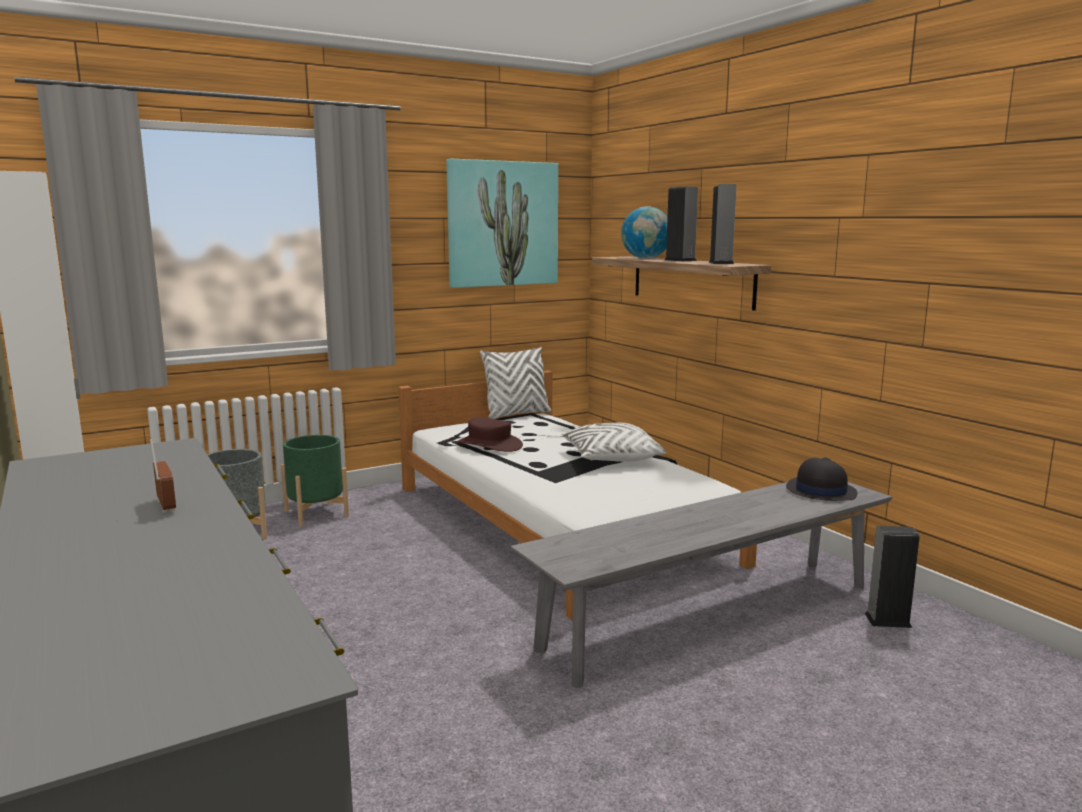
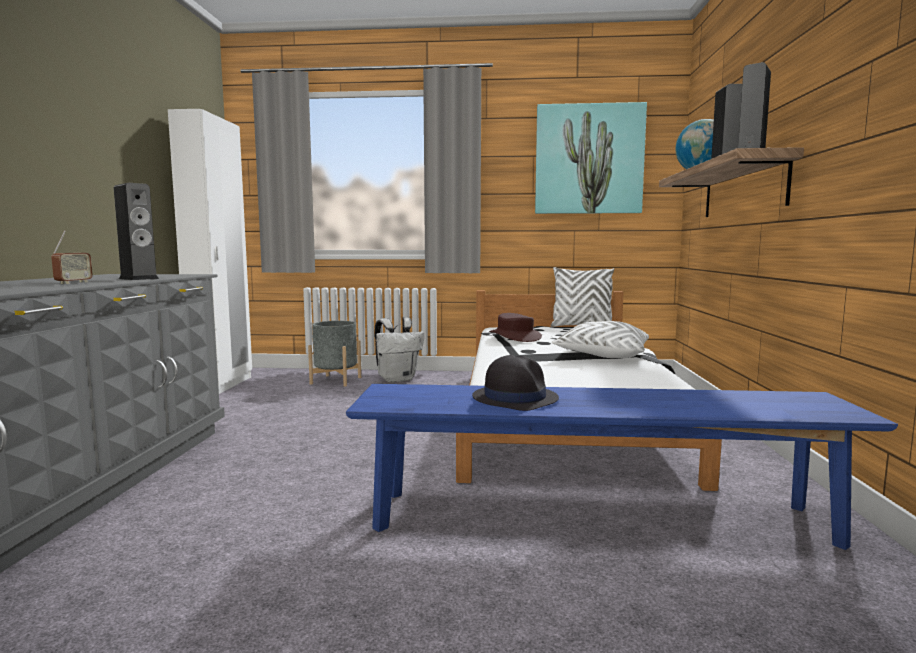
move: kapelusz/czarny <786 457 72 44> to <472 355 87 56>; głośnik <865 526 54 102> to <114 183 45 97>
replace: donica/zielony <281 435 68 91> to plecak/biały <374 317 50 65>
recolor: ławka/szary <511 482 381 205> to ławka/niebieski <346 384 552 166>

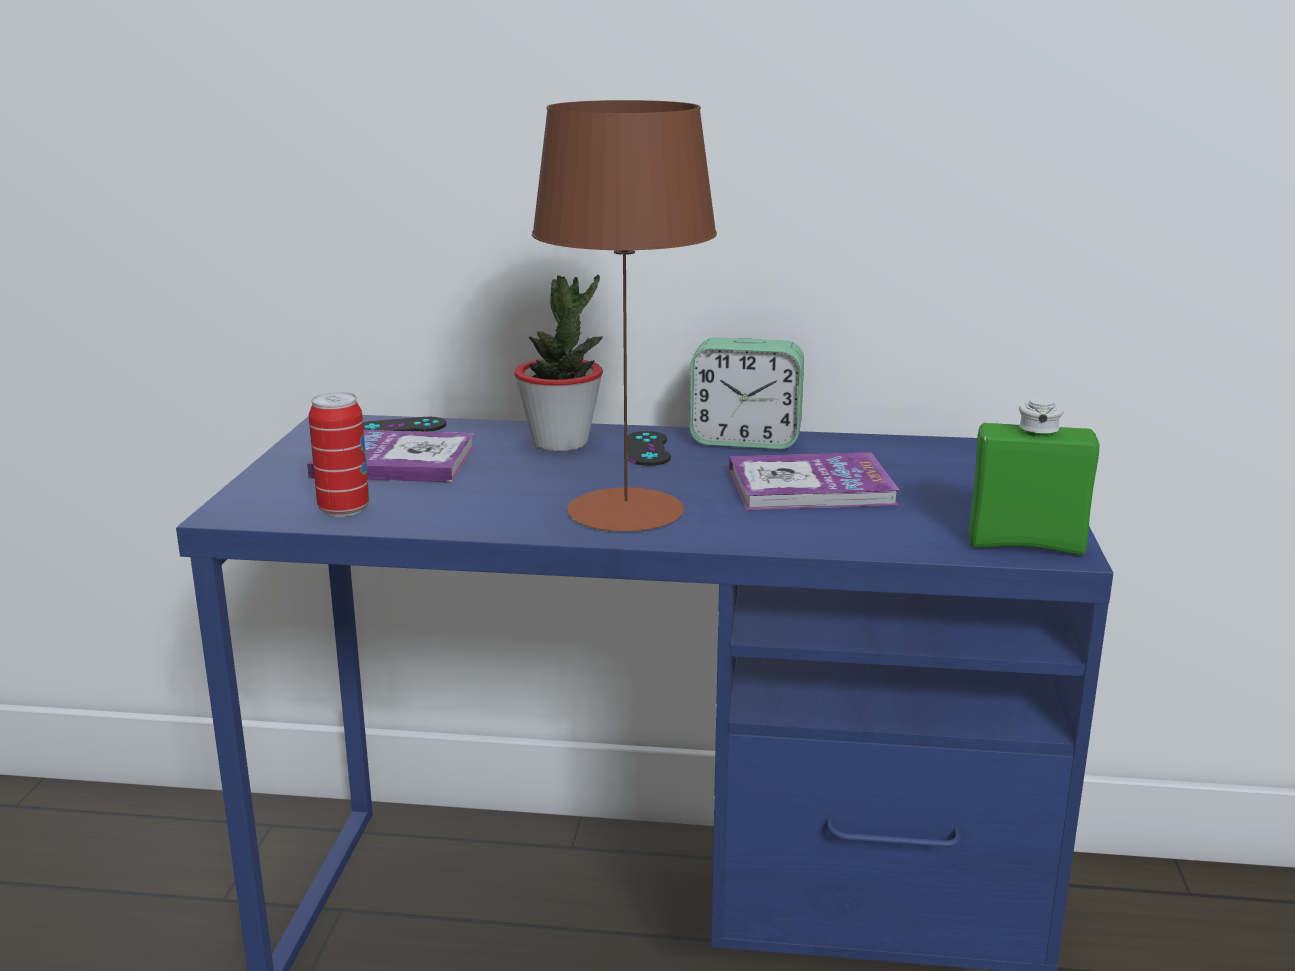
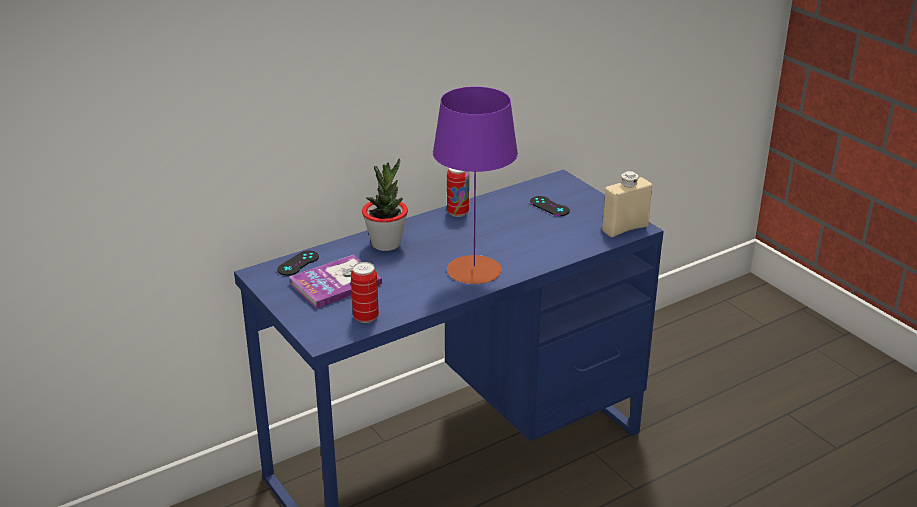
delete: książka <729 452 170 58>
move: pad do gier/czarny <627 431 44 35> to <530 196 40 20>
replace: budzik <690 338 114 111> to puszka <447 168 22 49>
recolor: lampa stołowa/brązowy <532 100 185 432> to lampa stołowa/fioletowy <433 87 85 197>; butelka/zielony <969 398 130 157> to butelka/beżowy <602 171 50 66>

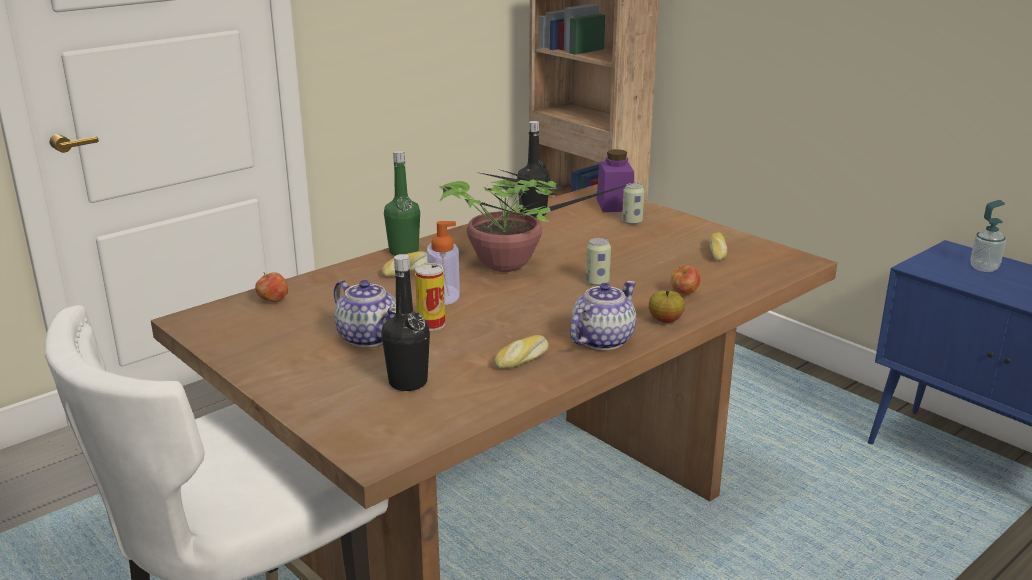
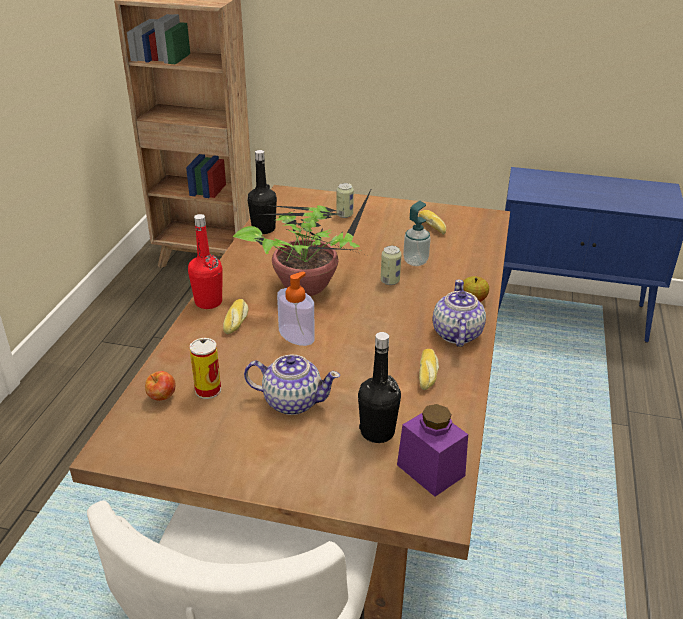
delete: jabłko <670 265 30 30>
move: słoik/fioletowy <597 149 37 63> to <397 404 71 93>; dozownik mydła <971 200 35 72> to <403 201 28 65>; puszka <415 263 30 68> to <189 338 32 61>
recolor: butelka/zielony <384 150 36 106> to butelka/czerwony <188 214 34 95>

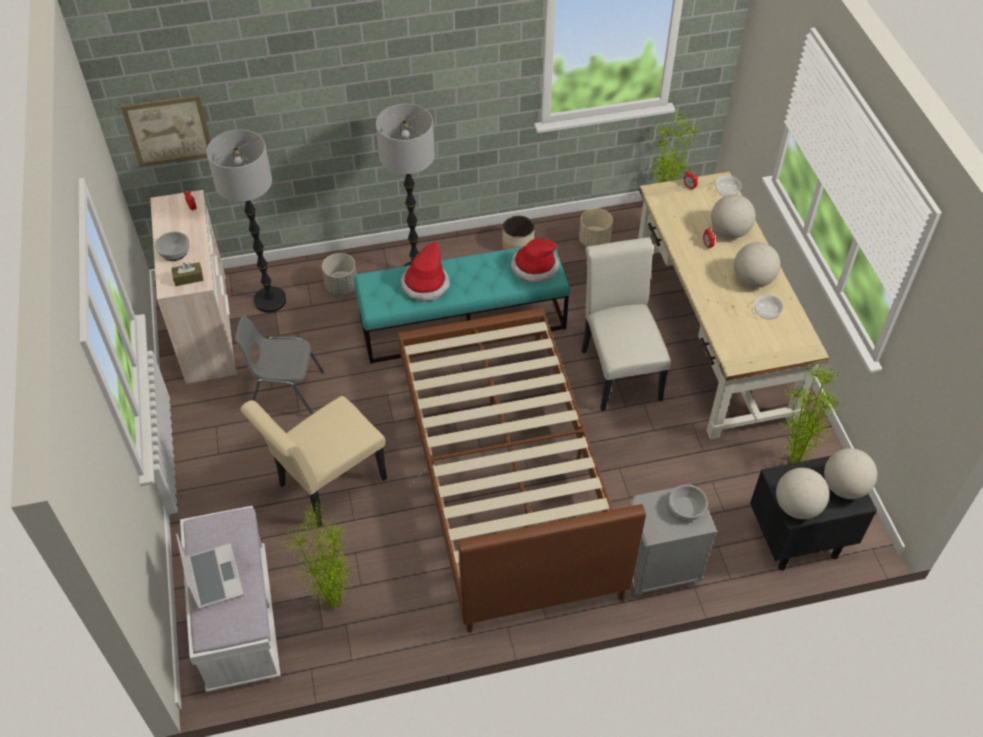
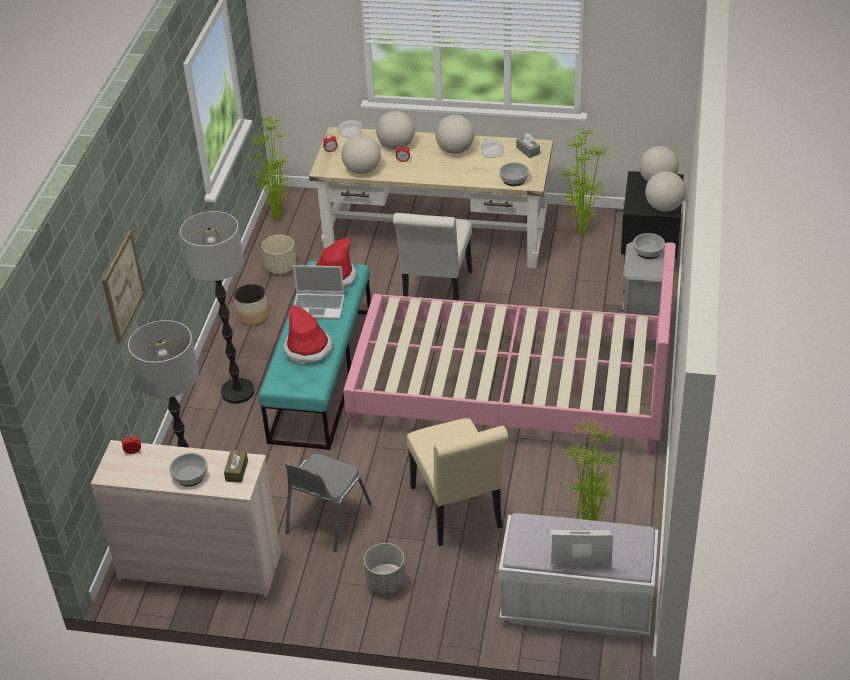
insert: pudełko chusteczek/szary <516 133 24 25>; globus <341 134 40 40>; miska <499 162 30 24>; laptop <293 265 52 55>
move: obraz <121 95 90 72> to <102 230 43 113>; donica/szary <322 253 35 42> to <364 543 42 52>
recolor: łóżko/brązowy <398 308 248 325> to łóżko/różowy <343 242 333 213>
rotate: krzesło/biały <582 237 89 174> = <393 213 79 88> 90 degrees counterclockwise

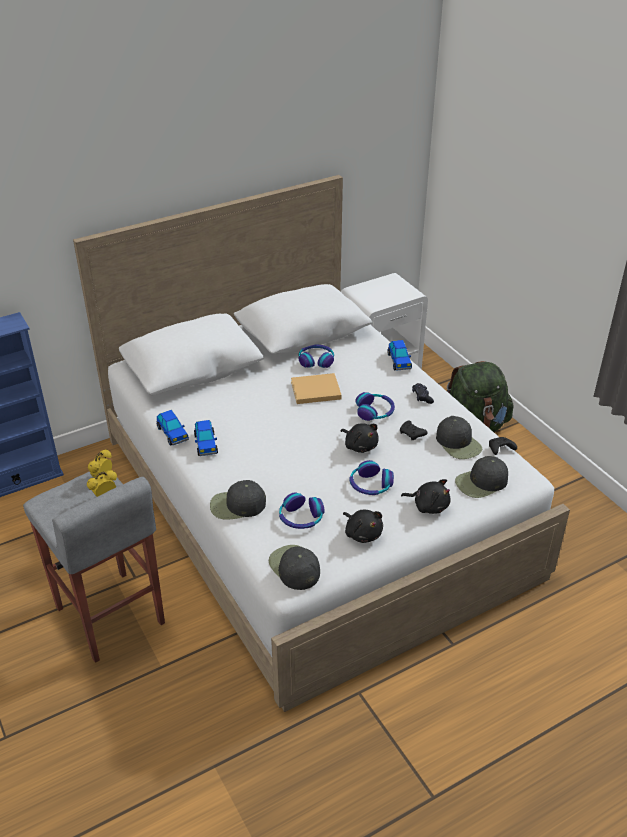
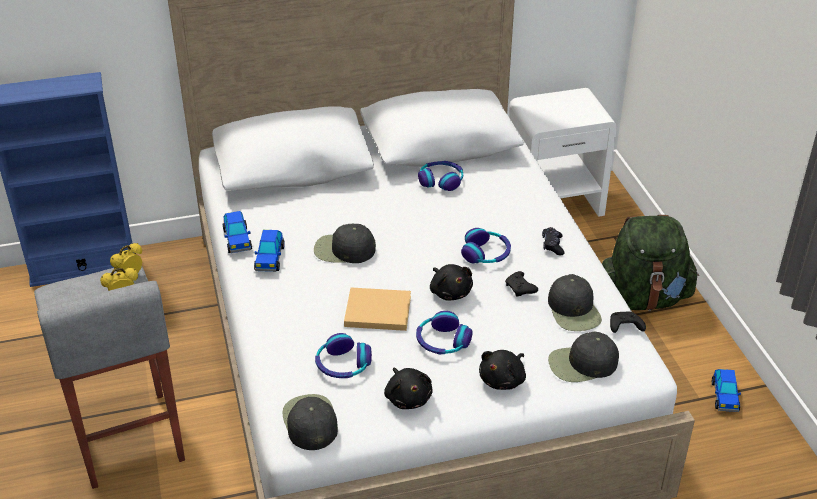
move: samochodzik <387 340 25 31> to <712 369 29 43>; książka/beżowy <291 373 51 31> to <344 288 67 43>; czapka z daszkiem/czarny <210 480 56 40> to <314 224 62 39>
rotate: pluszak/czarny <401 479 50 35> = <479 350 47 40> 90 degrees clockwise

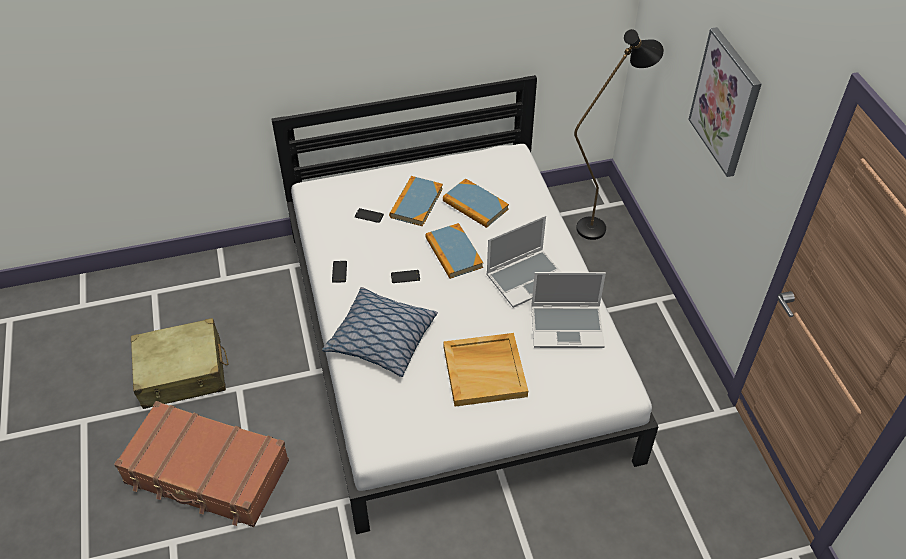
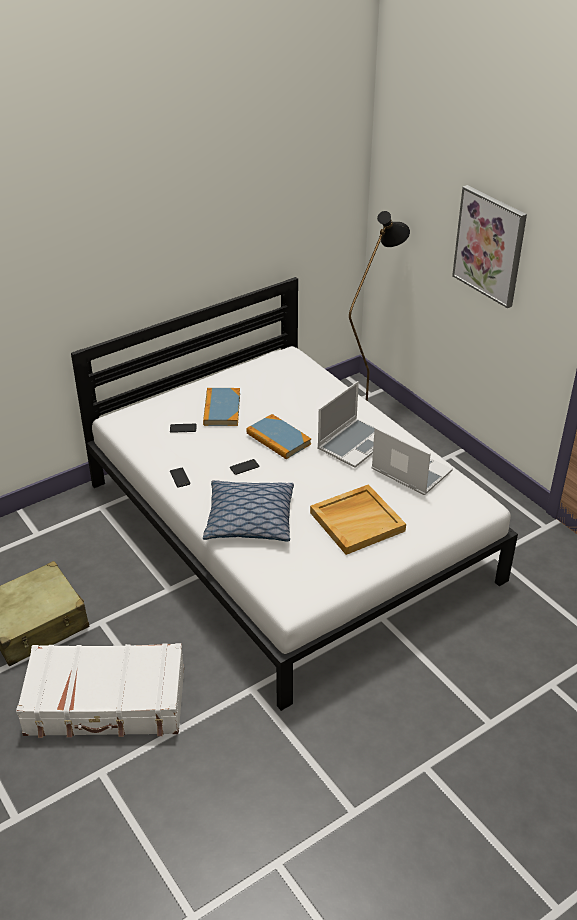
delete: książka <443 178 66 50>
recolor: walizka/brązowy <114 401 175 126> to walizka/biały <16 643 168 95>
rotate: laptop <531 272 75 76> = <371 427 82 68> 120 degrees counterclockwise

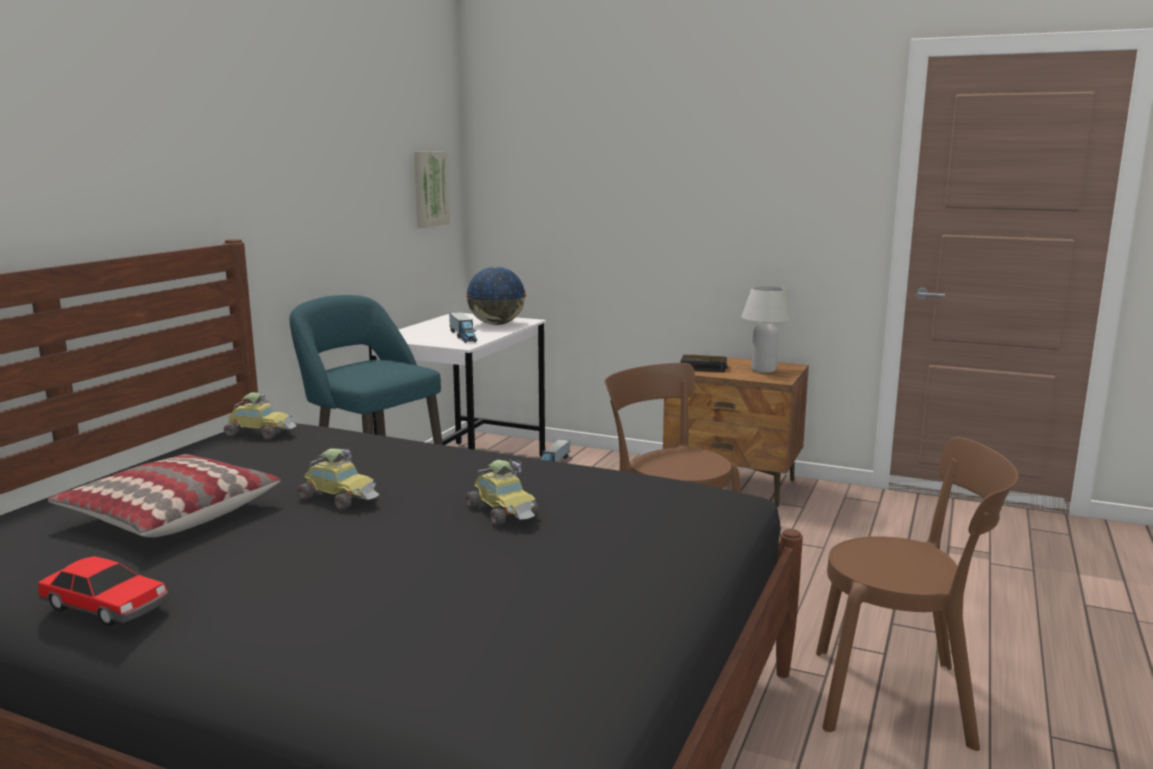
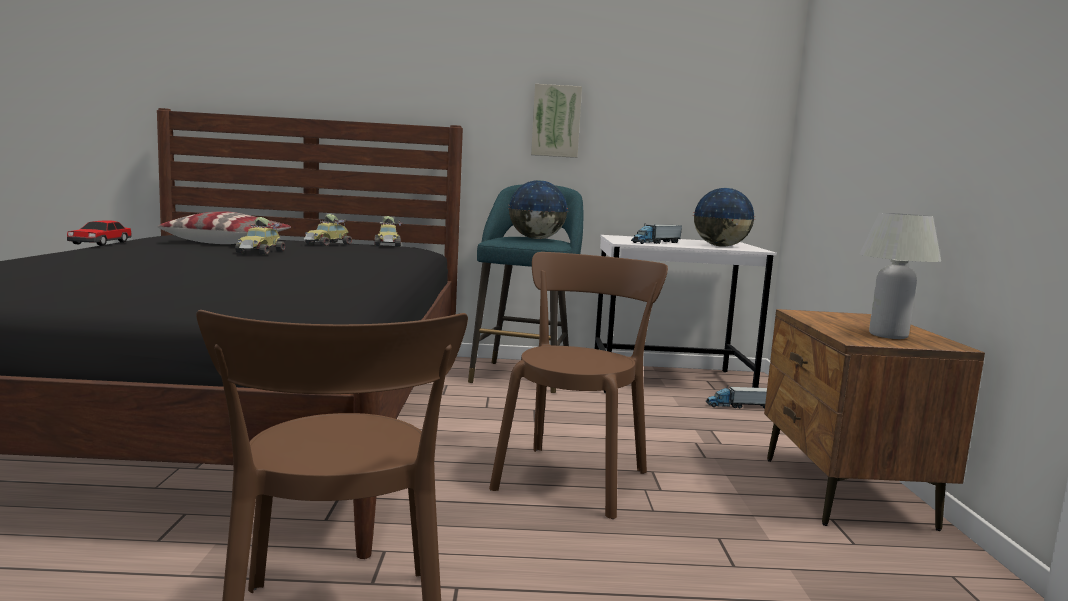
delete: budzik <680 355 48 17>
insert: globus <508 180 60 59>
move: obraz <414 151 36 77> to <531 84 51 74>; samochodzik <466 460 73 66> to <304 214 48 32>

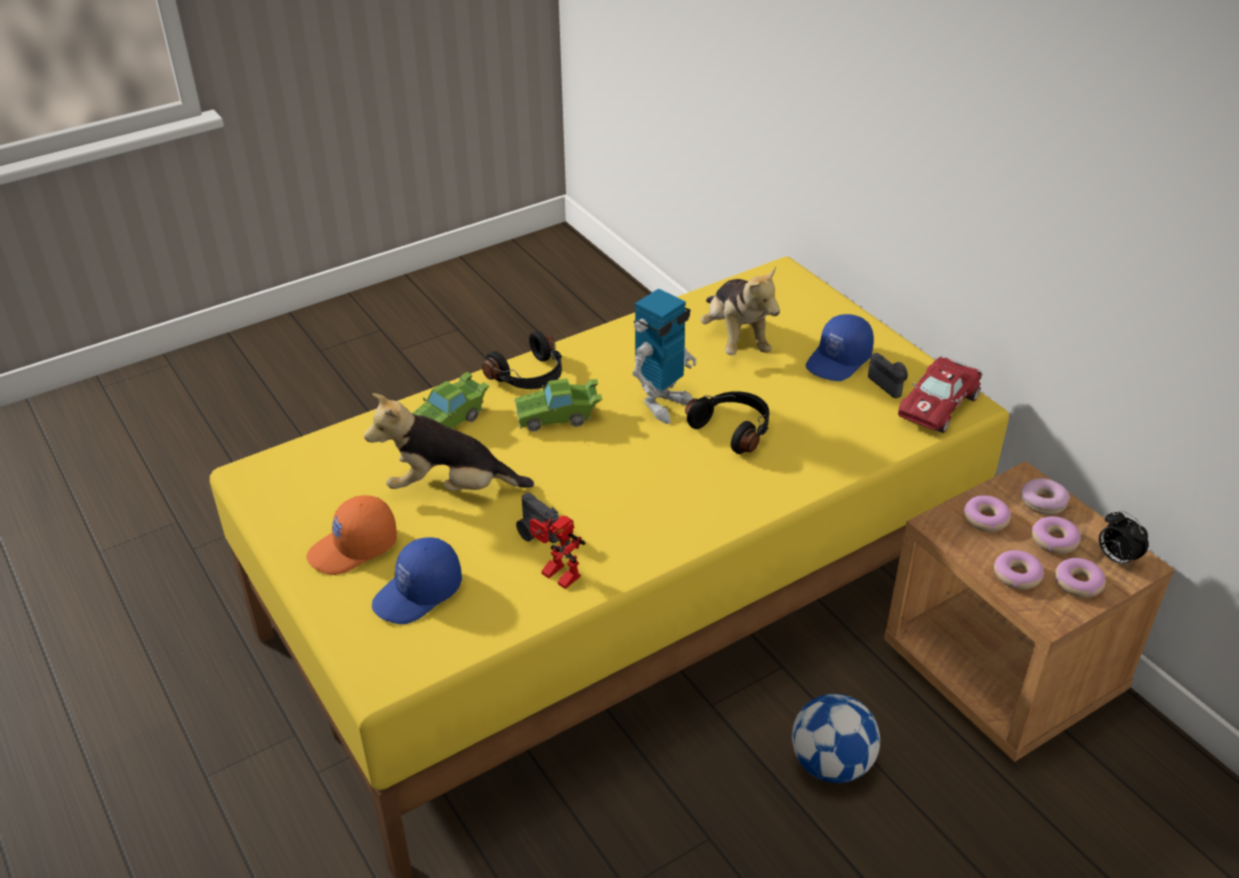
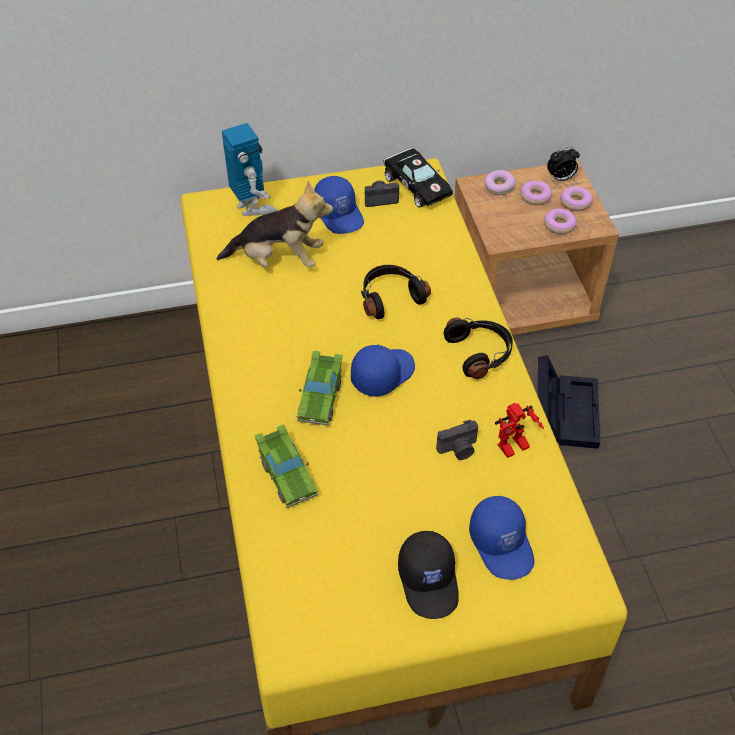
delete: pluszak <364 393 170 98>; donut <963 495 48 37>
insert: czapka z daszkiem/niebieski <351 345 64 52>
move: robot zabawkowy <632 288 64 136> to <222 123 55 93>; słuchawki/czarny <482 331 80 58> to <444 318 69 61>
replace: piłka futbolowa <792 694 88 89> to pojemnik do przechowywania/czarny <538 355 62 94>
recolor: samochodzik/czerwony <898 356 84 77> to samochodzik/czarny <383 147 70 61>; czapka z daszkiem/pomarańczowy <306 495 91 80> to czapka z daszkiem/czarny <398 531 61 88>

